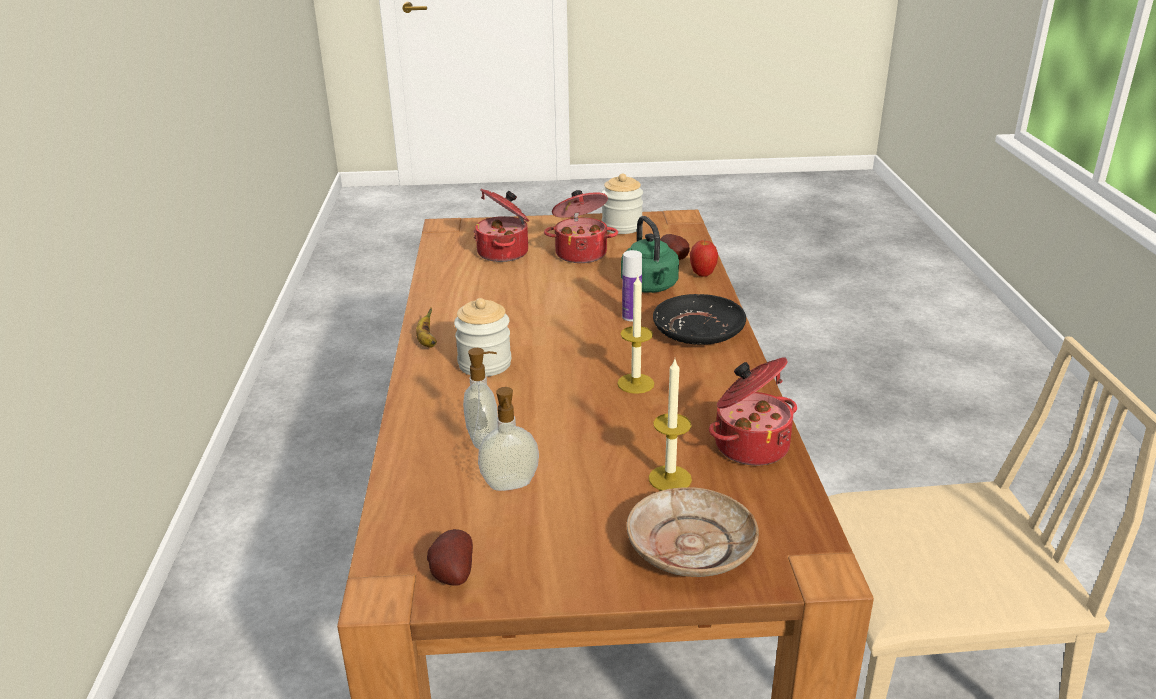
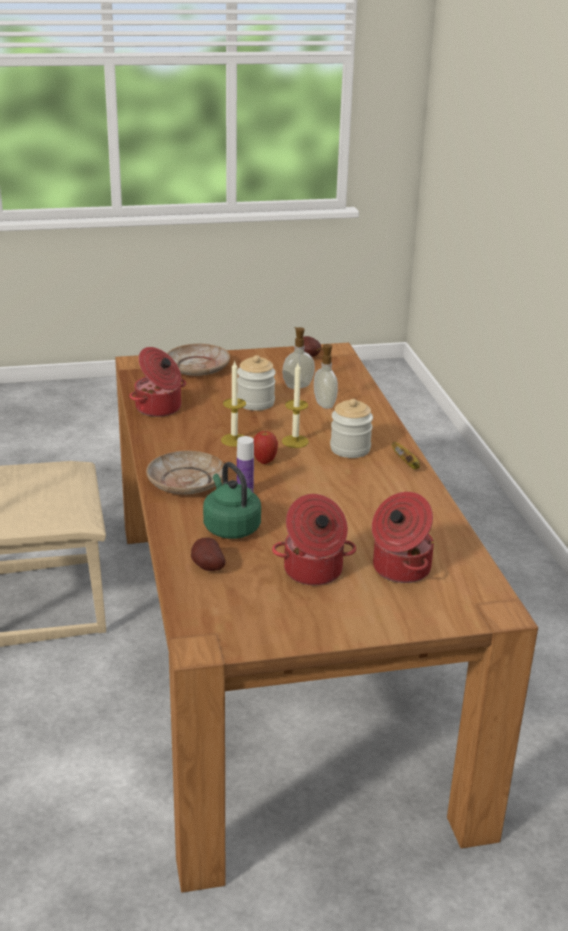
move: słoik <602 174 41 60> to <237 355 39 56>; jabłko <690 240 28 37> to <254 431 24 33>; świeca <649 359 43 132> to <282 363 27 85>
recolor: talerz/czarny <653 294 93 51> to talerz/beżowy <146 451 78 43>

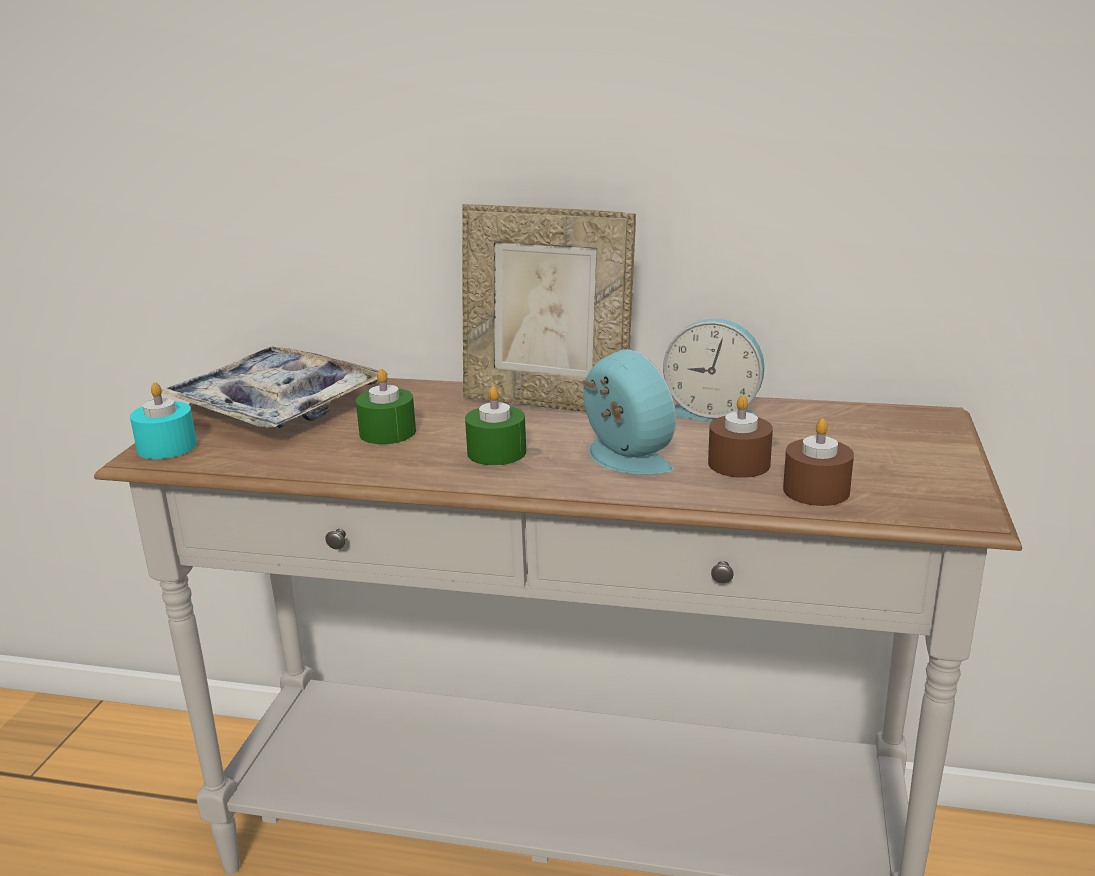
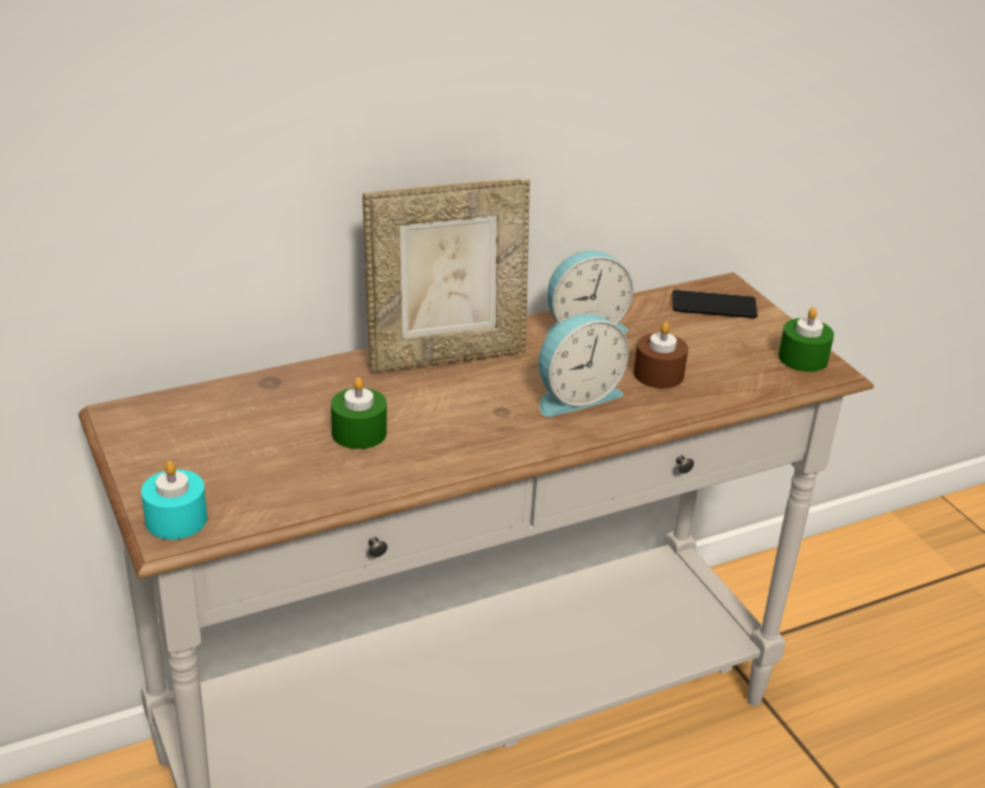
delete: taca <162 346 227 82>; świeca/brązowy <783 418 71 88>
insert: telefon <672 290 86 28>
move: świeca/zielony <465 386 61 79> to <778 307 56 65>
rotate: budzik <581 349 95 125> = <539 314 90 103> 135 degrees clockwise

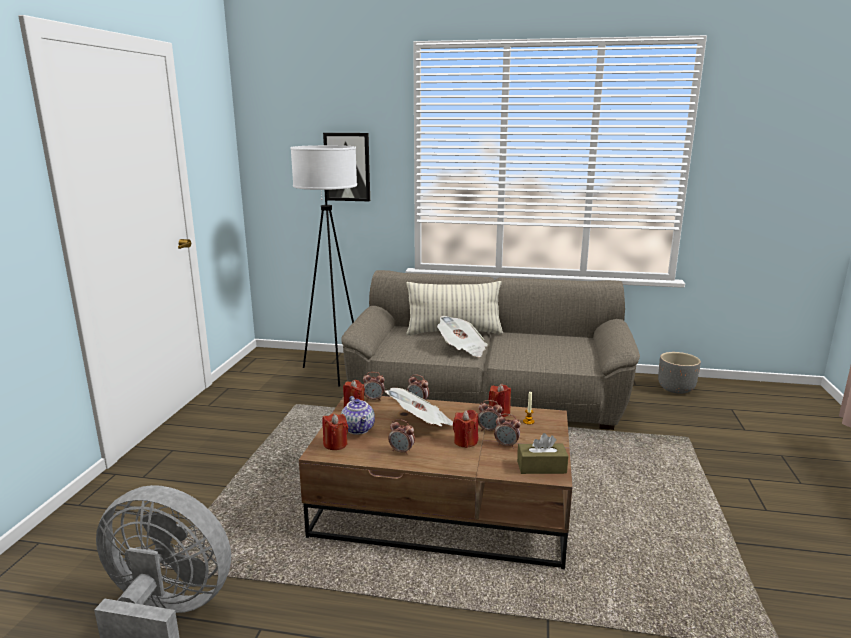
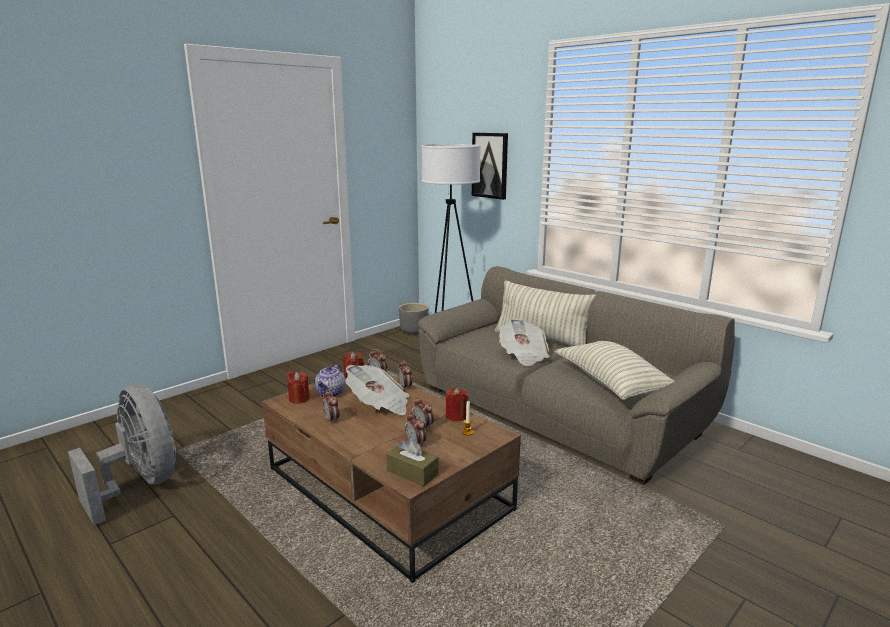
delete: świeca/czerwony <453 409 25 39>
insert: poduszka <555 341 120 59>
move: donica/szary <658 352 43 42> to <399 303 30 31>

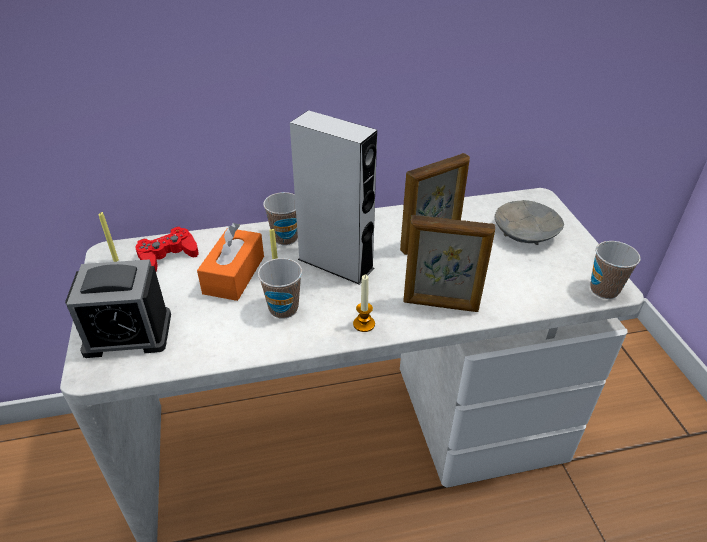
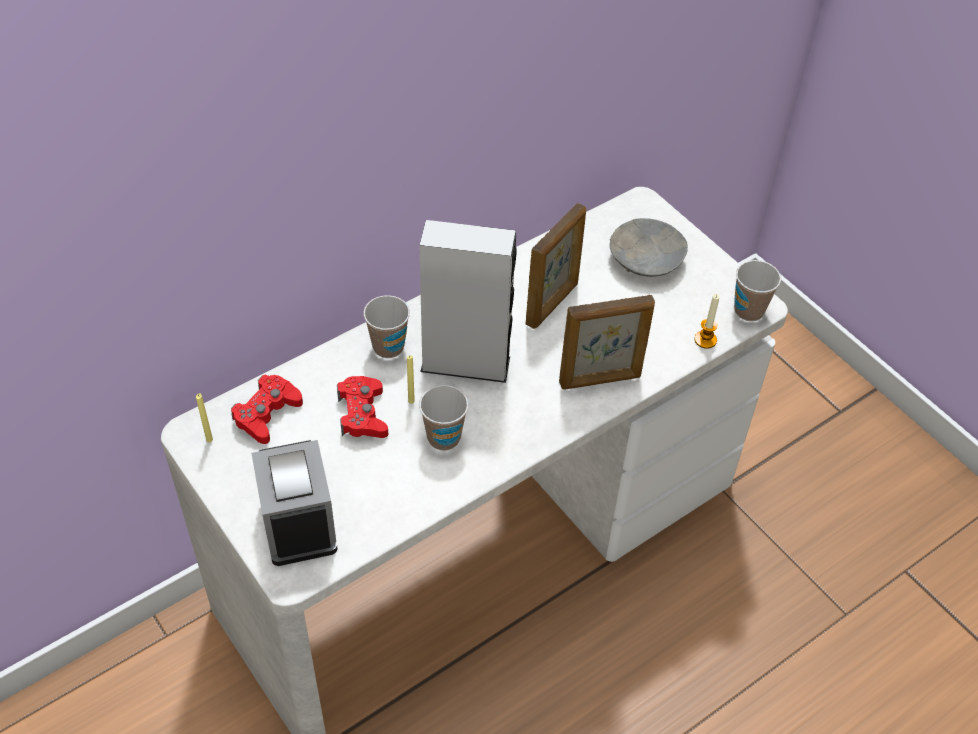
move: świeca <353 275 22 57> to <694 294 25 55>
replace: pudełko chusteczek/pomarańczowy <197 223 67 78> to pad do gier/czerwony <337 376 51 62>
rotate: budzik <65 259 106 99> = <251 440 87 126> 105 degrees clockwise

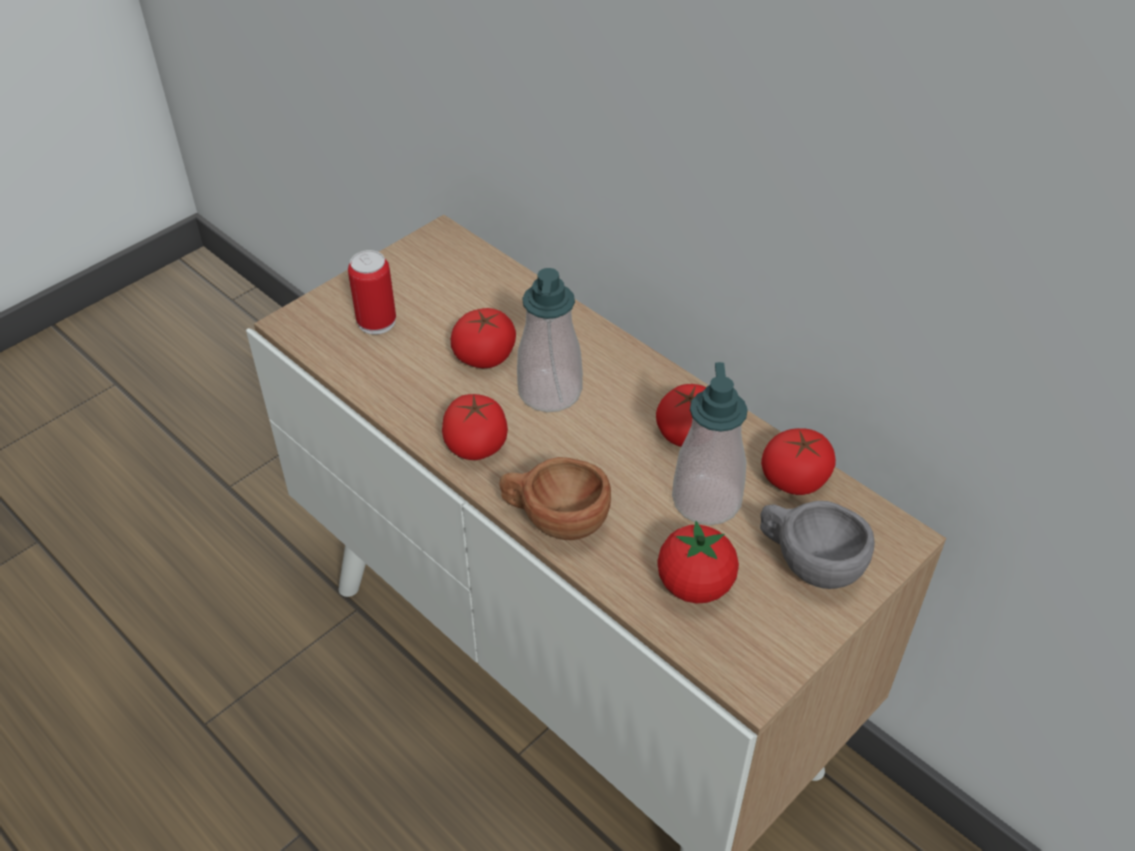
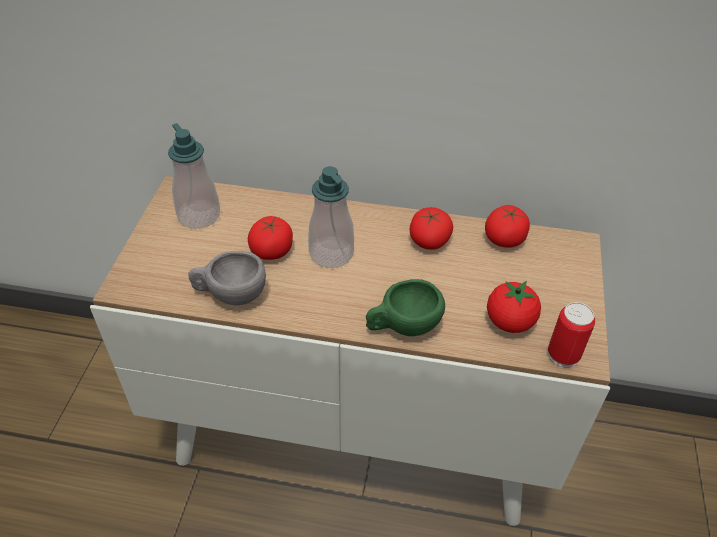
delete: pomidor <442 394 66 66>
move: puszka <348 250 48 85> to <548 302 47 66>; dozownik mydła <672 362 76 163> to <168 123 52 106>; filiżanka/szary <760 501 115 88> to <188 251 78 54>
recolor: filiżanka/brązowy <499 457 112 83> to filiżanka/zielony <366 279 79 57>

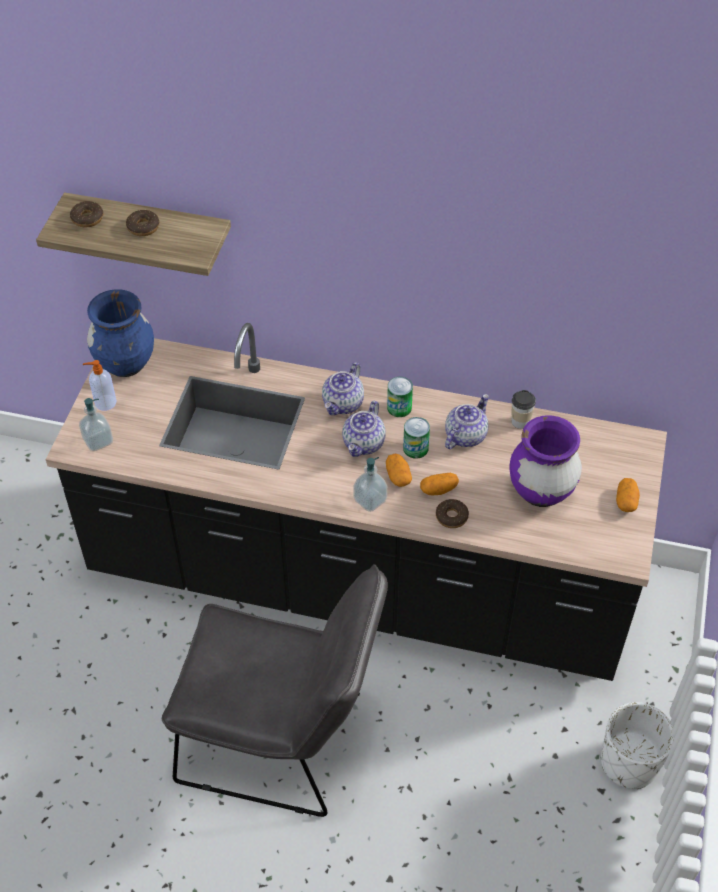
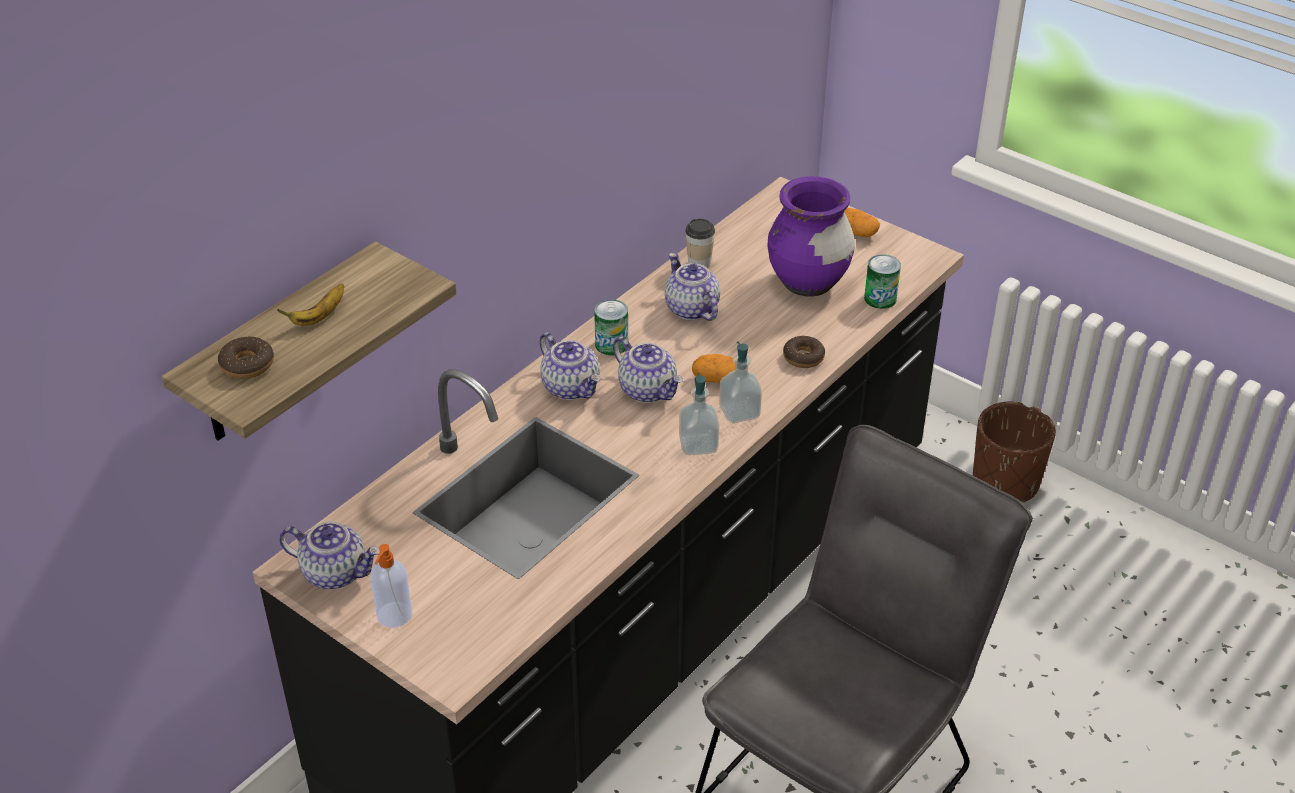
delete: ziemniak <420 473 39 22>
move: dozownik mydła <79 398 34 53> to <679 373 40 82>; puszka <403 417 27 42> to <864 255 37 54>
replace: donut <126 210 33 26> to banan <277 284 67 42>; wazon/niebieski <87 289 67 88> to imbryk <279 522 101 67>
recolor: donica/biały <601 702 73 87> to donica/brązowy <973 402 83 100>

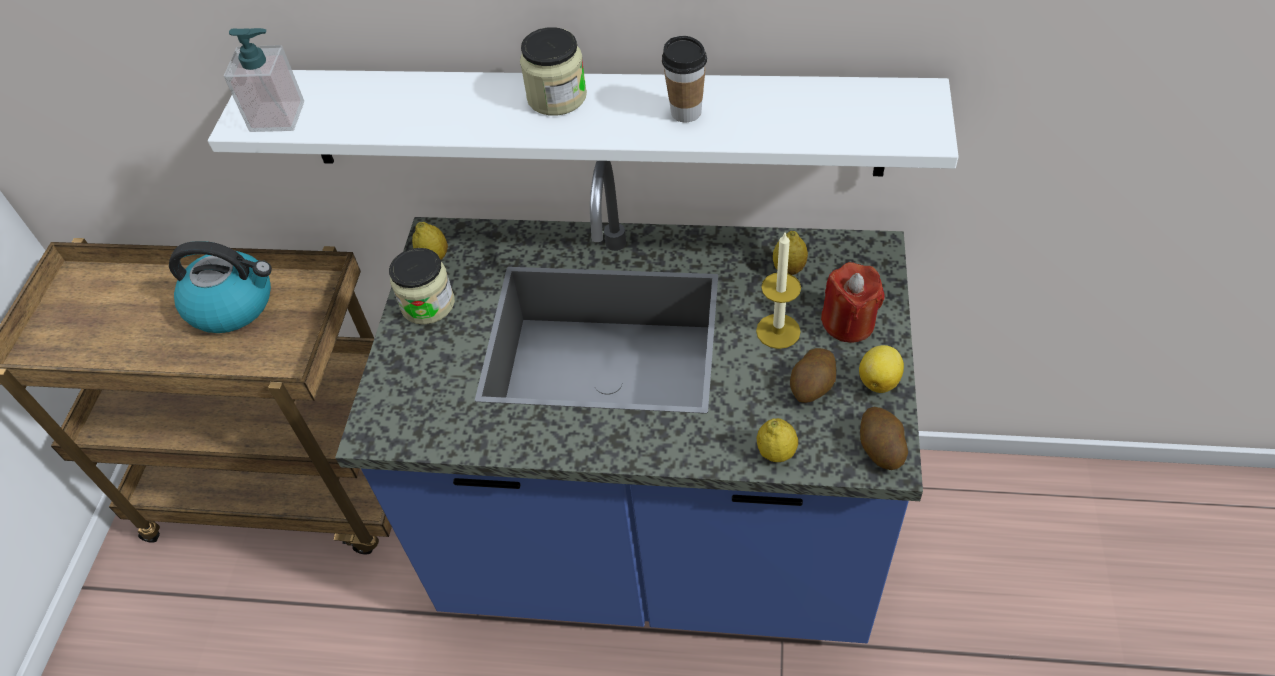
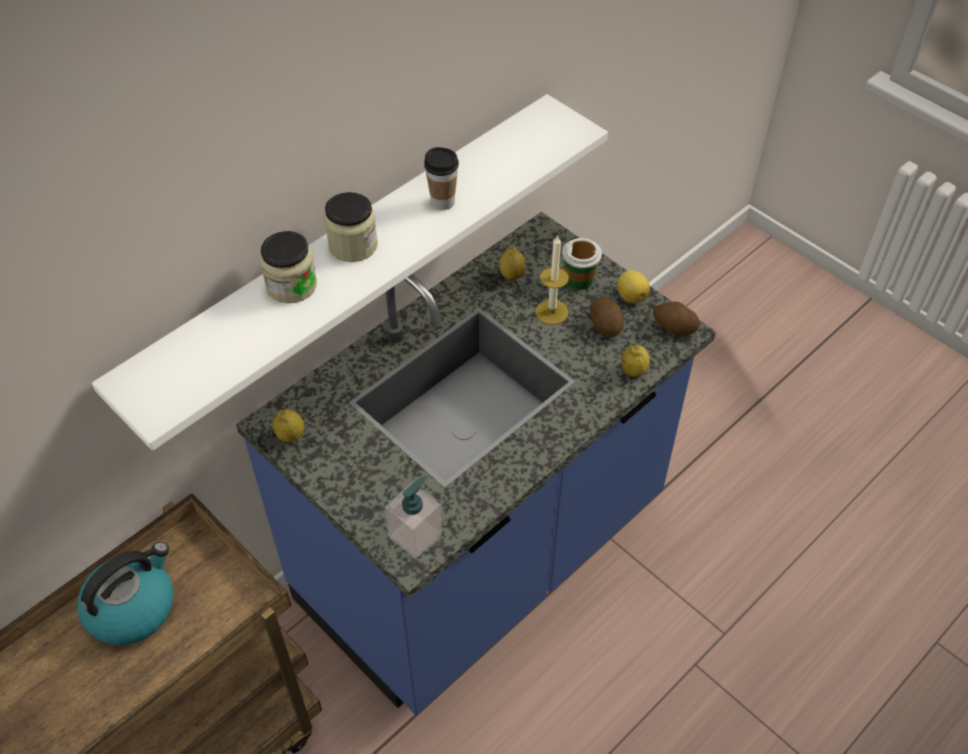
move: dozownik mydła <224 28 80 104> to <385 476 57 83>; słoik <389 248 66 77> to <260 231 57 72>
replace: świeca/czerwony <821 262 64 81> to filiżanka <562 238 40 52>

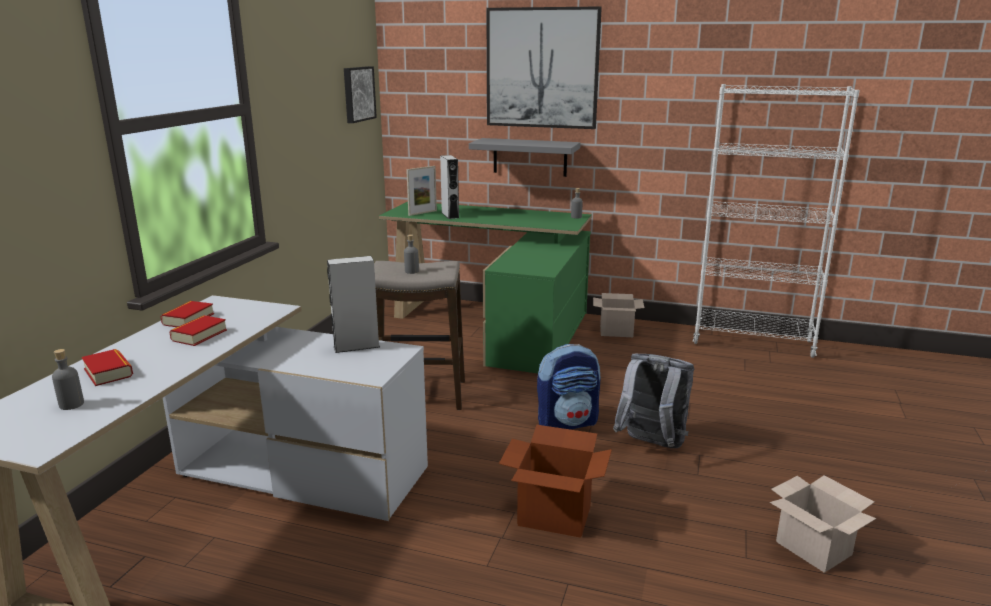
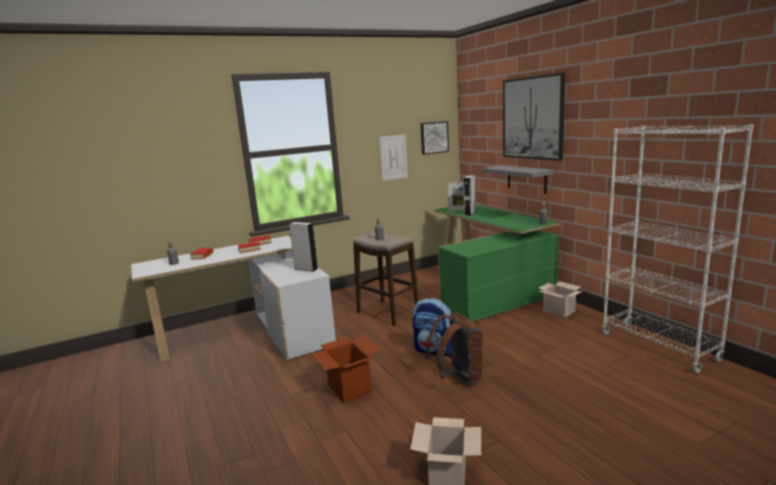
insert: obraz <379 134 29 47>
recolor: plecak/szary <613 354 81 94> to plecak/brązowy <426 312 57 74>

